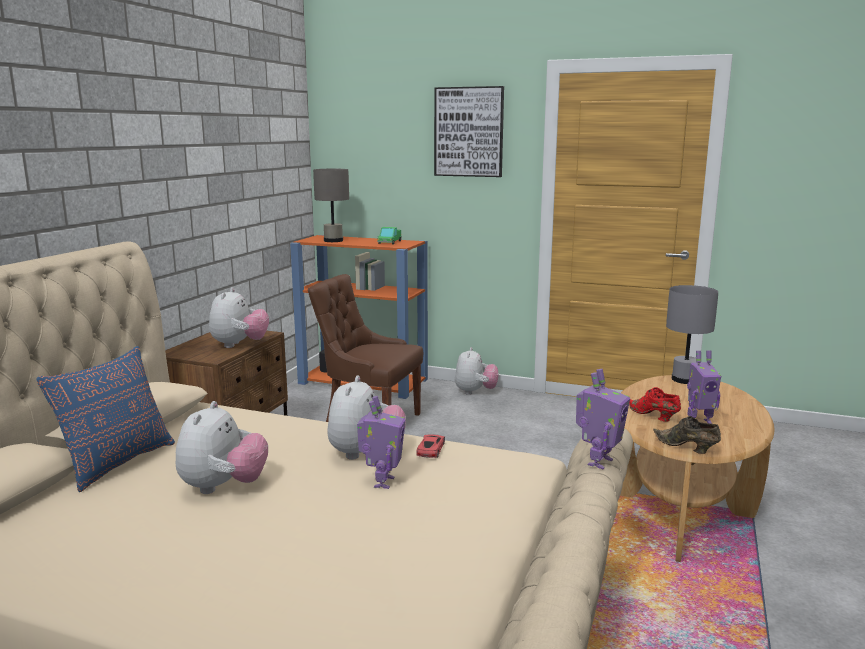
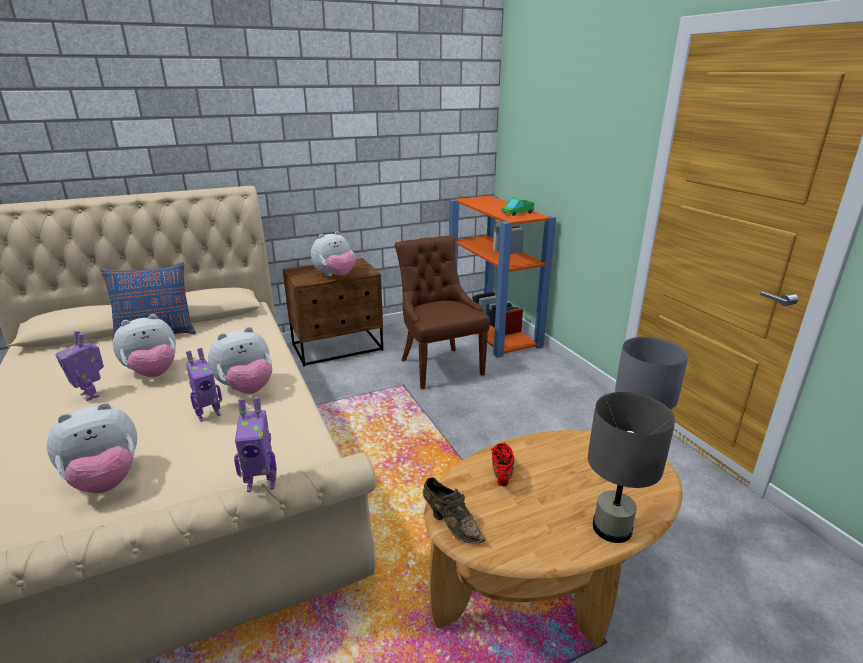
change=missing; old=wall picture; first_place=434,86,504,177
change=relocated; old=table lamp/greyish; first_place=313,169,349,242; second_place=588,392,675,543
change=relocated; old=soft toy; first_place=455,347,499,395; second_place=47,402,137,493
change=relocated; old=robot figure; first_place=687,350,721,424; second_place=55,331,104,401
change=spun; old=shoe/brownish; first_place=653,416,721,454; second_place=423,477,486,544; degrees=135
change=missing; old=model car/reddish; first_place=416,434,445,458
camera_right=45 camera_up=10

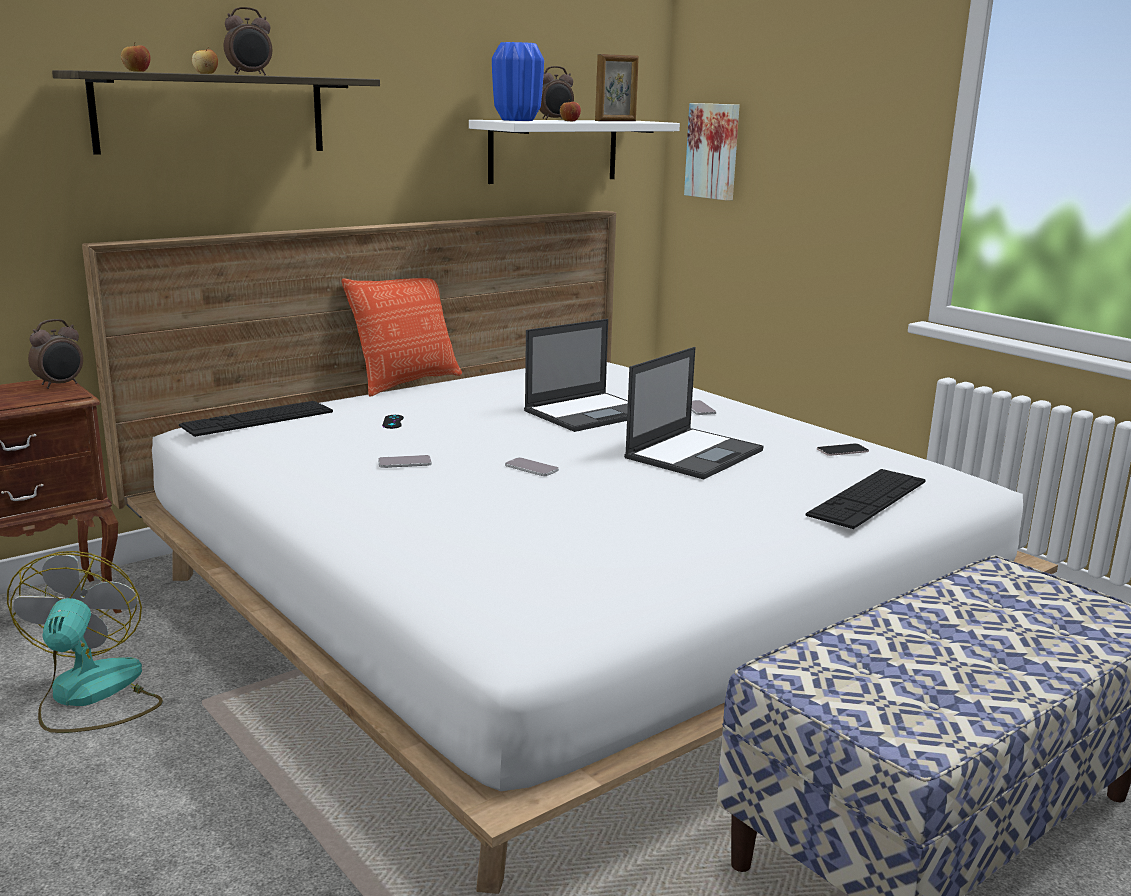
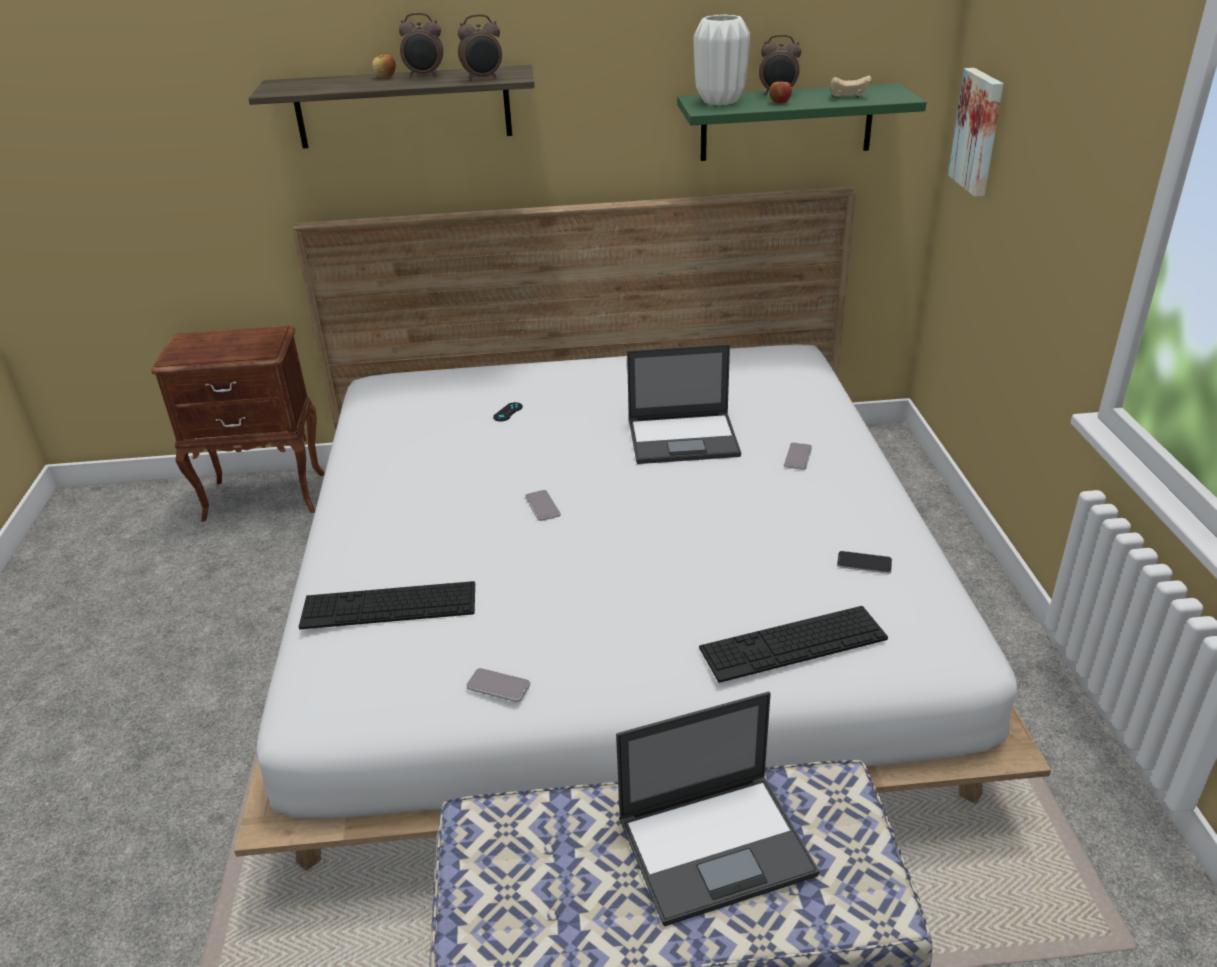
change=missing; old=apple; first_place=121,42,150,72
change=colour; old=flower vase/blue; new=flower vase/white; first_place=492,42,544,121; second_place=694,14,750,105
change=exchanged; old=picture frame; new=joypad/beige; first_place=595,54,639,121; second_place=830,75,872,98
change=colour; old=shelf/white; new=shelf/green-coloured; first_place=469,120,680,184; second_place=677,83,927,161
change=missing; old=pillow/orangey; first_place=342,278,462,397
change=relocated; old=table clock; first_place=28,319,83,389; second_place=458,14,502,81
change=relocated; old=portable computer; first_place=624,347,764,479; second_place=616,691,820,927
change=relocated; old=keyboard; first_place=179,401,333,437; second_place=299,581,475,629
change=relocated; old=handset; first_place=378,455,432,468; second_place=466,668,530,702
change=missing; old=electric fan; first_place=7,551,163,733
camera_right=35 camera_up=15

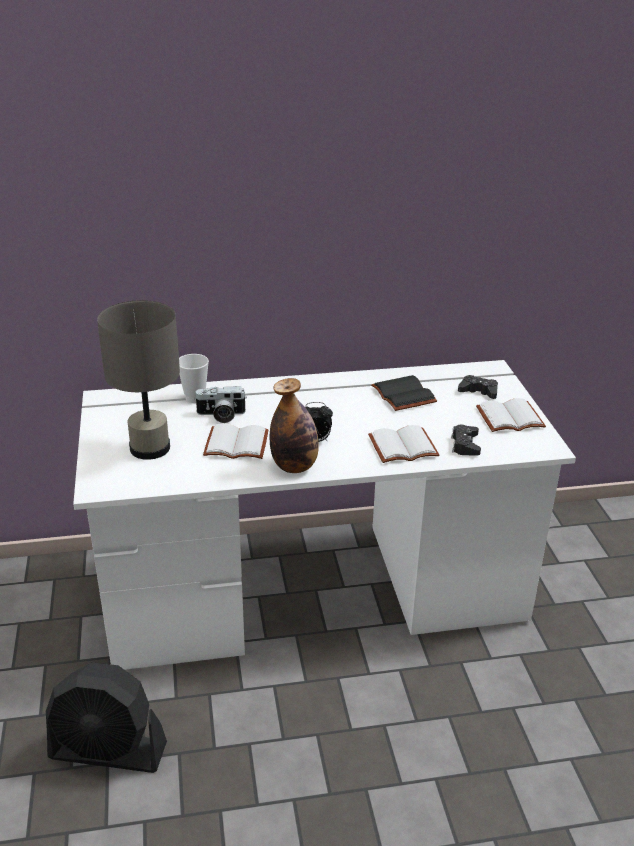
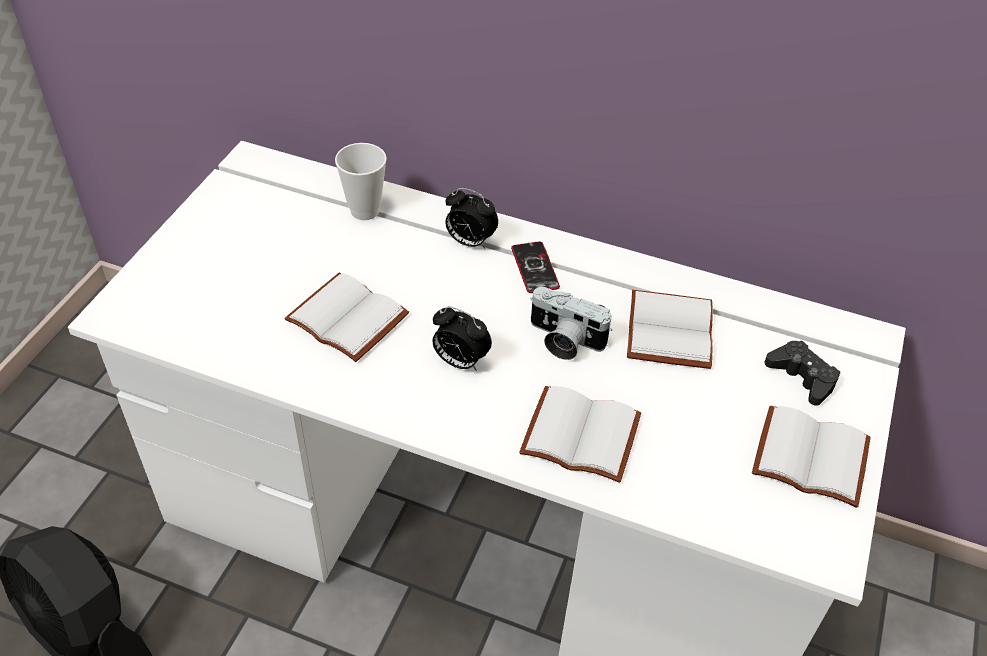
change=missing; old=table lamp/greyish; first_place=97,300,180,460
change=colour; old=volume/blackish; new=volume/white; first_place=371,375,437,411; second_place=627,290,713,369
change=missing; old=beverage bottle; first_place=270,378,319,473
change=relocated; old=photo camera; first_place=194,386,247,423; second_place=530,287,612,360
change=missing; old=joypad/blackish; first_place=451,424,481,456
change=appeared; new=table clock; second_place=445,188,498,248
change=appeared; new=handset; second_place=511,241,560,293
camera_right=30 camera_up=15

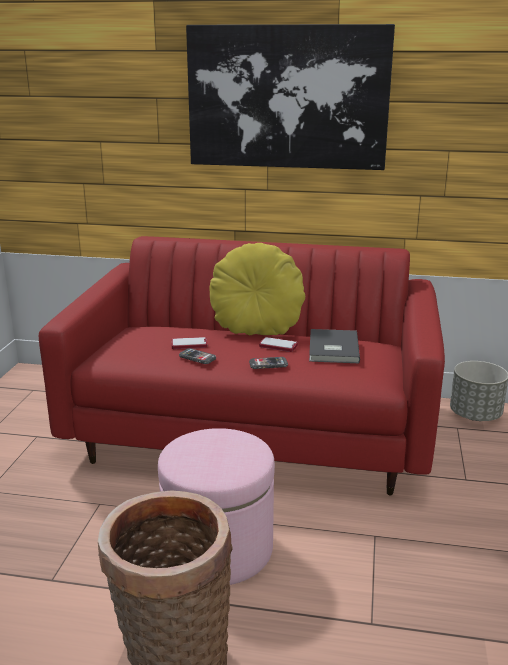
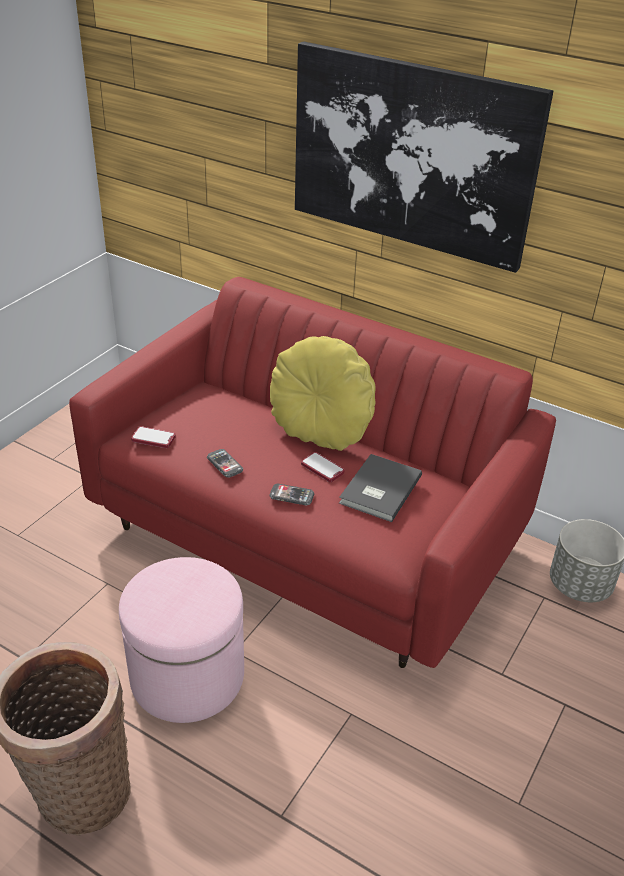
change=relocated; old=handset; first_place=171,337,207,349; second_place=131,426,176,448
camera_right=20 camera_up=15

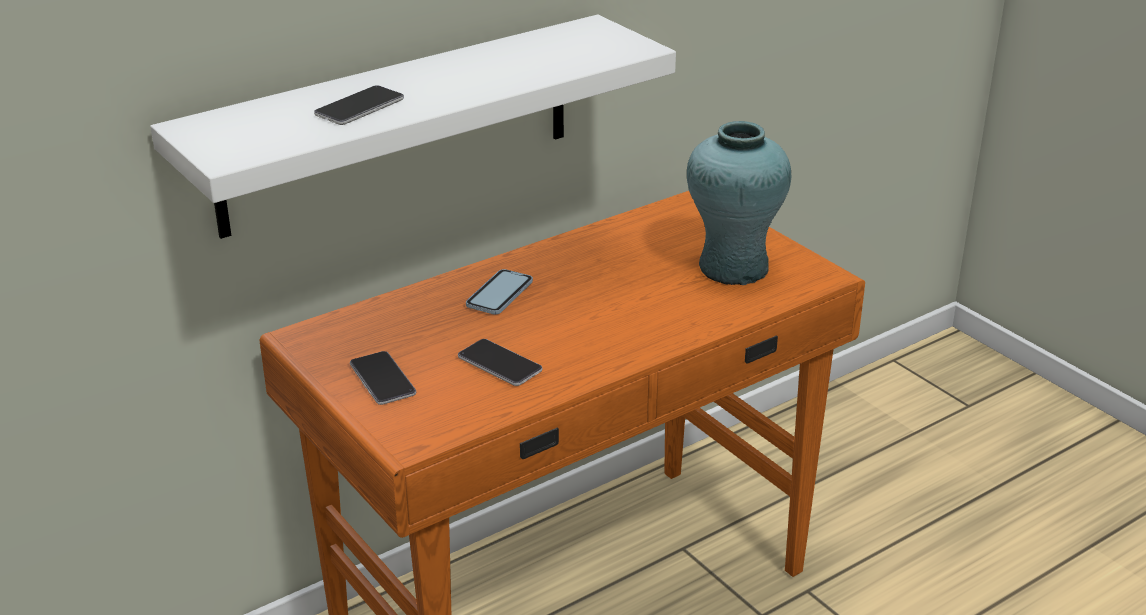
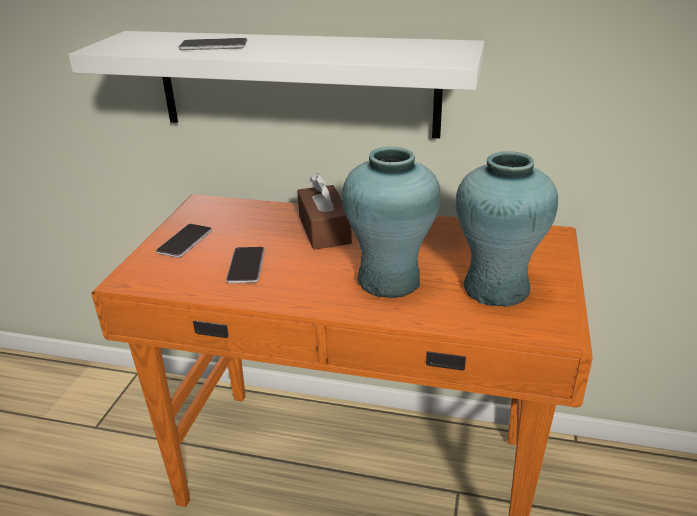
change=exchanged; old=handset; new=tissue box/brownish; first_place=466,269,533,314; second_place=297,173,352,249
change=appeared; new=flower vase/turquoise-coloured; second_place=342,147,441,298
camera_right=50 camera_up=0

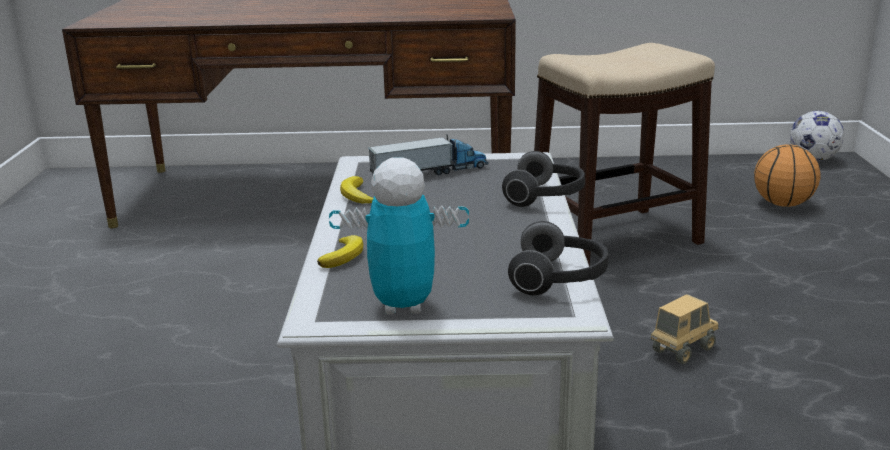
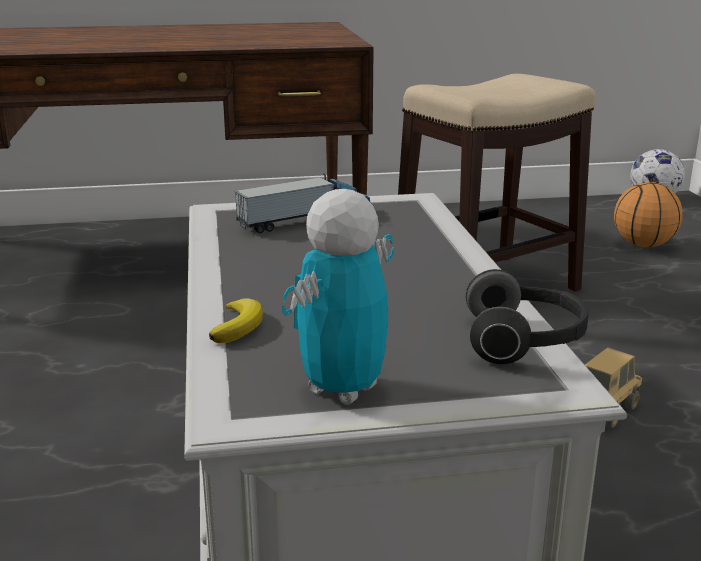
change=missing; old=headset; first_place=502,151,585,207
change=spun; old=robot figure; first_place=329,158,469,314; second_place=282,189,394,405; degrees=-45
change=missing; old=banana; first_place=340,176,373,203
camera_right=-10 camera_up=0

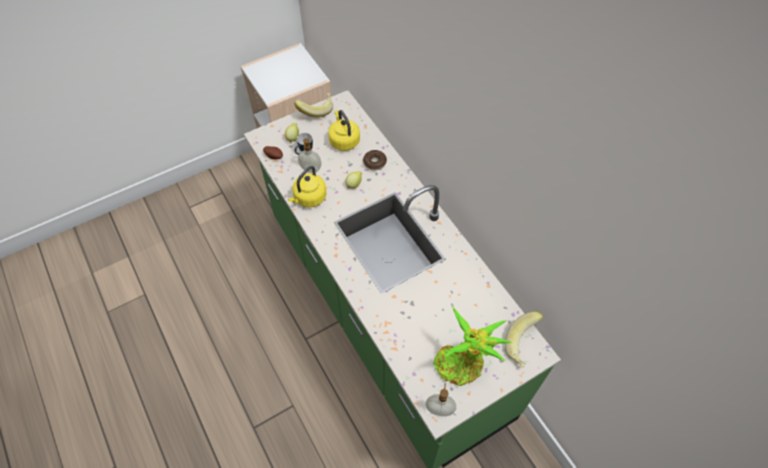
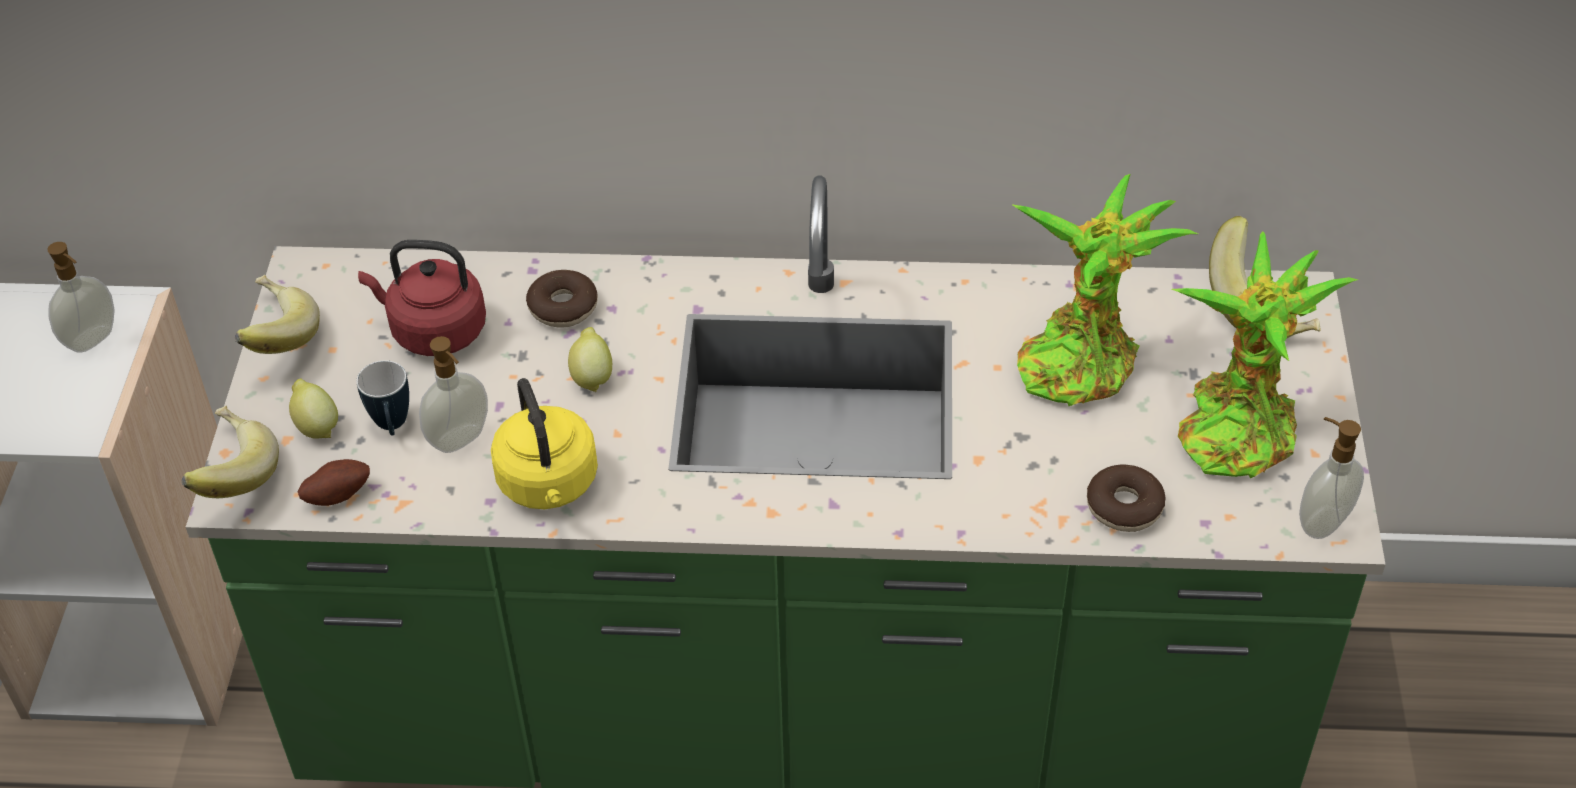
change=colour; old=water kettle/yellow-coloured; new=water kettle/reddish; first_place=328,110,360,151; second_place=358,240,486,356
change=appeared; new=plant in a pot; second_place=1011,174,1198,406
change=appeared; new=soap bottle; second_place=47,242,115,353
change=appeared; new=banana; second_place=182,406,279,498
change=appeared; new=doughnut; second_place=1087,465,1166,532
camera_right=-55 camera_up=-10

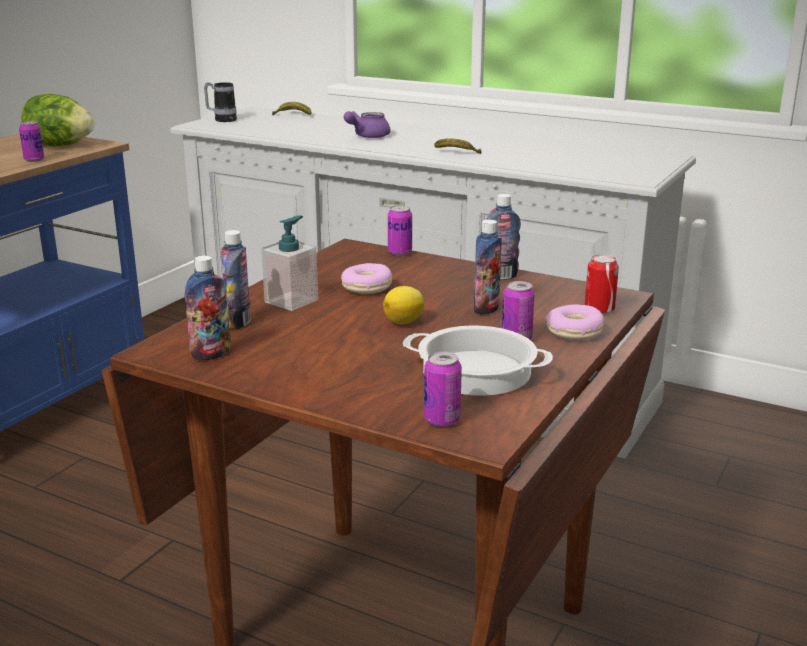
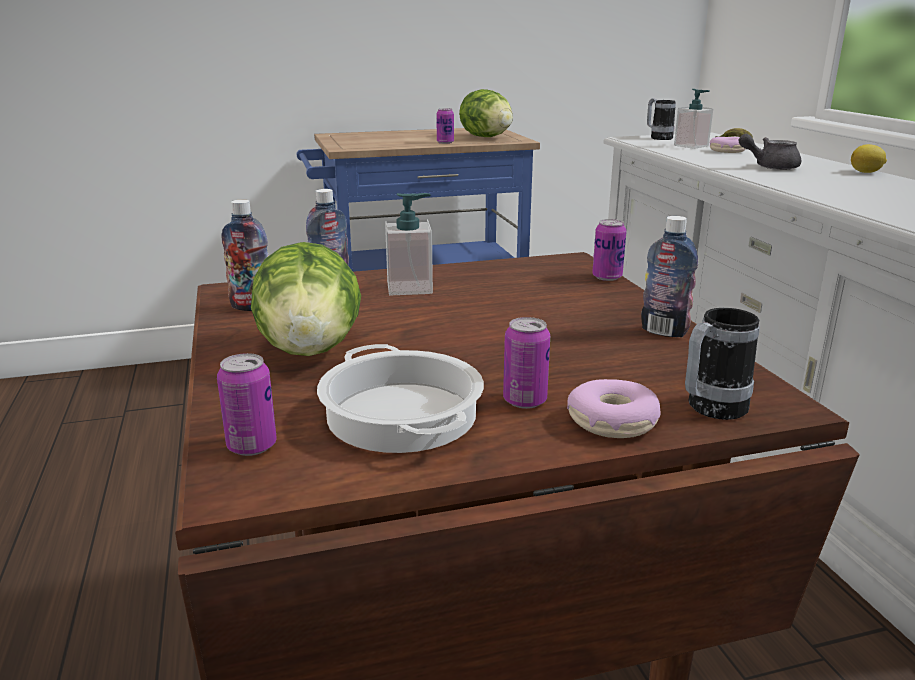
change=colour; old=teapot/purple; new=teapot/greyish; first_place=344,111,391,138; second_place=738,134,801,170
change=missing; old=banana; first_place=434,138,482,154
change=missing; old=beverage bottle; first_place=474,220,502,315
change=exchanged; old=sealed can; new=coffee mug; first_place=585,254,619,314; second_place=685,308,760,420
change=relocated; old=doughnut; first_place=341,263,393,294; second_place=710,137,745,153
change=relocated; old=lemon; first_place=383,286,424,324; second_place=851,144,887,173
change=appeared; new=soap bottle; second_place=674,89,713,149
change=appeared; new=lettuce; second_place=251,242,361,356
camera_right=45 camera_up=0

